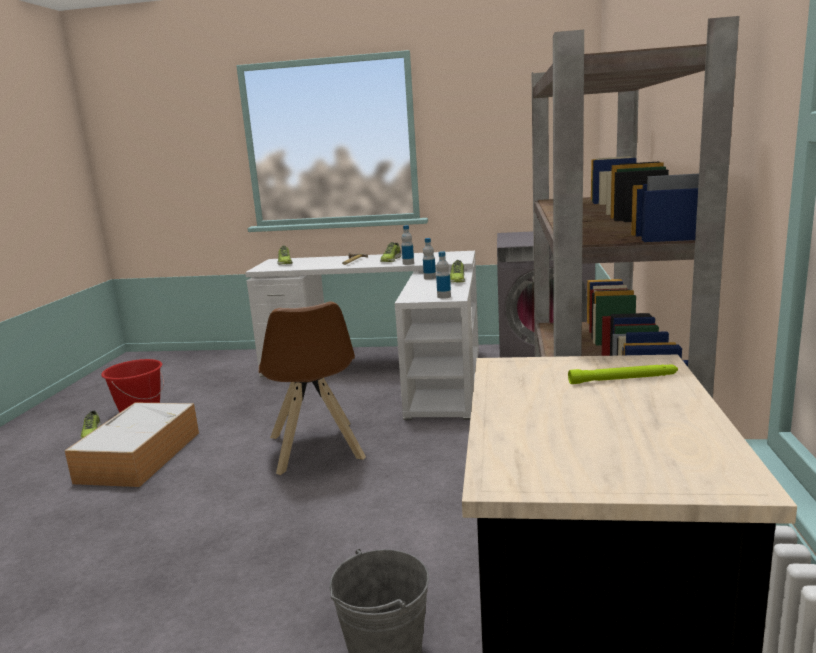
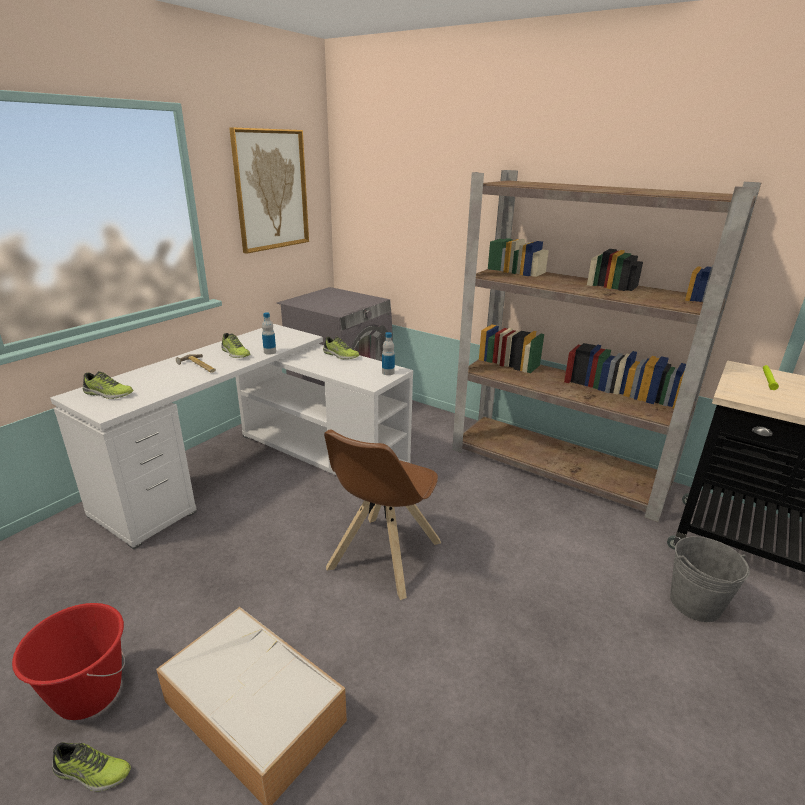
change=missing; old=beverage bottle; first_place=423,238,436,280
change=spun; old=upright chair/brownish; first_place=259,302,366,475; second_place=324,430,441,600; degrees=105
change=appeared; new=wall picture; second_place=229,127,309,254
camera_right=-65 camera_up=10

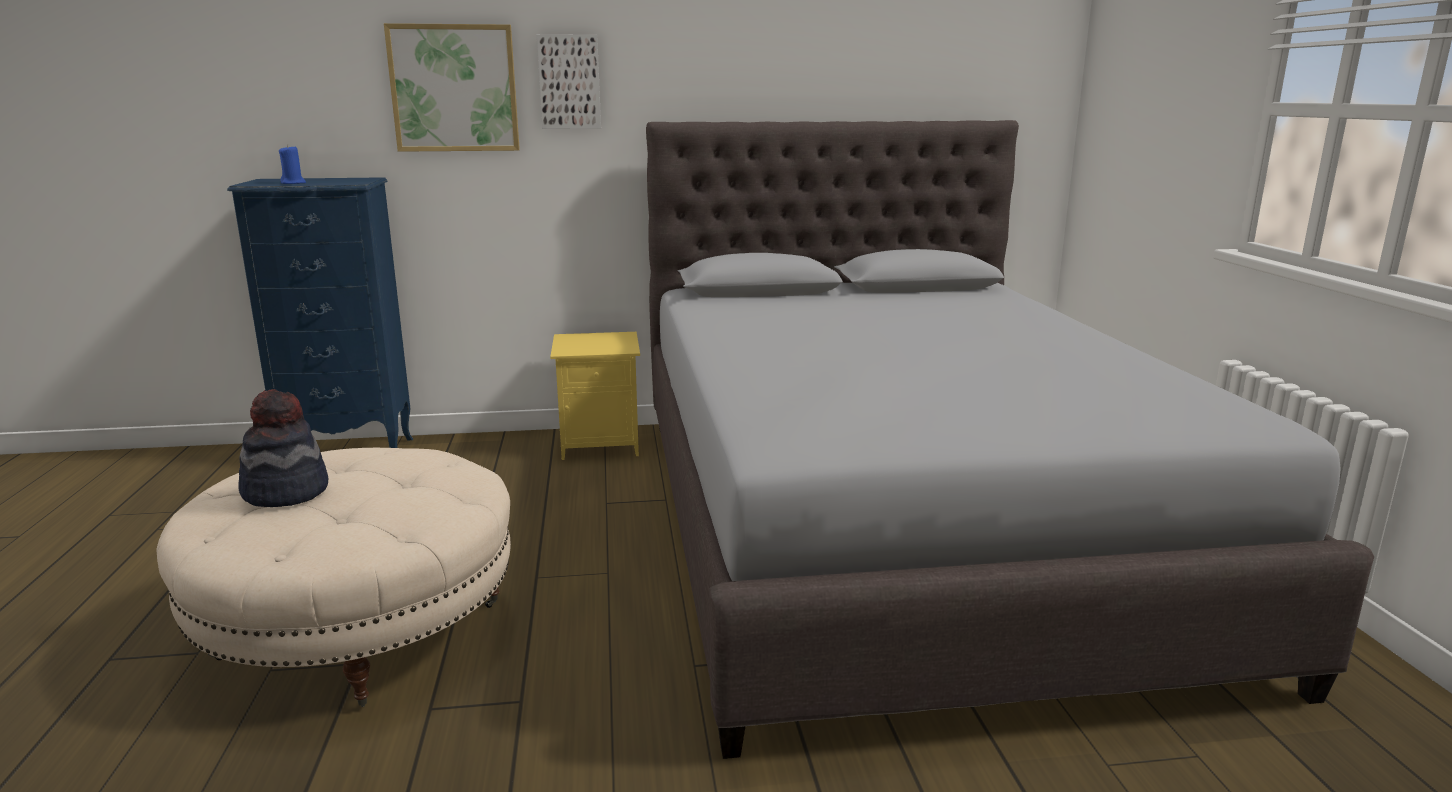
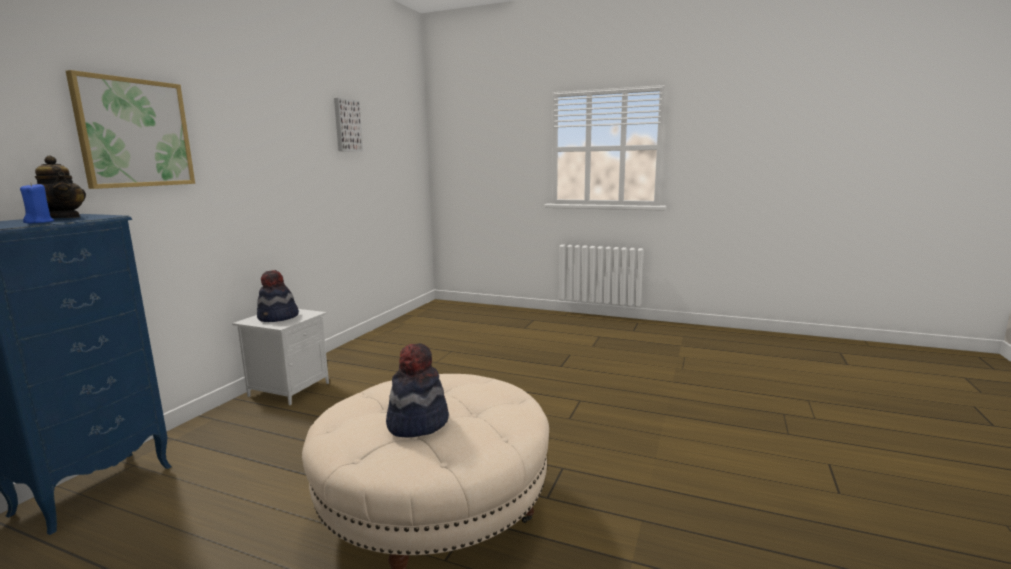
change=relocated; old=wall picture; first_place=537,34,601,129; second_place=334,98,363,152
change=missing; old=bedroom bed/greyish; first_place=646,120,1374,759
change=colour; old=bedside table/yellow-coloured; new=bedside table/greyish; first_place=550,332,640,460; second_place=232,309,329,405
change=appeared; new=teapot; second_place=35,156,86,218
change=appeared; new=wearable hat; second_place=257,270,299,322
camera_right=-60 camera_up=-5

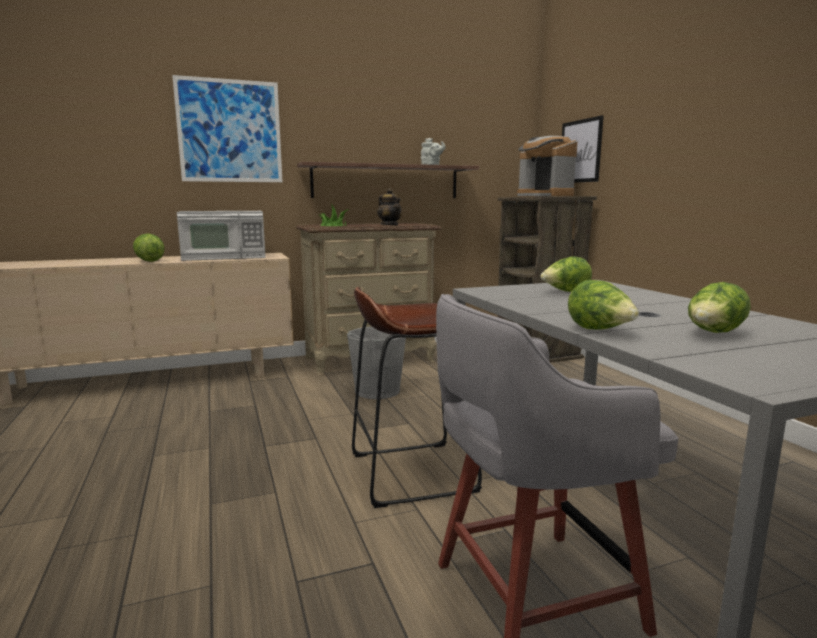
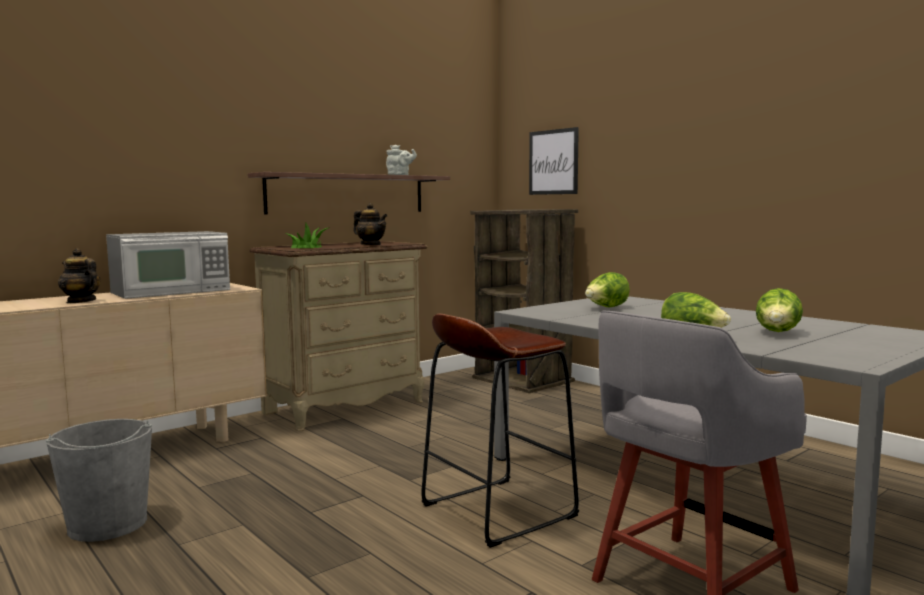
change=missing; old=wall picture; first_place=172,75,282,182
change=missing; old=coffee maker; first_place=517,136,578,196
change=exchanged; old=lettuce; new=teapot; first_place=133,233,165,262; second_place=58,248,100,303
change=relocated; old=water bucket/greyish; first_place=347,327,406,399; second_place=46,419,152,542
camera_right=-20 camera_up=-5

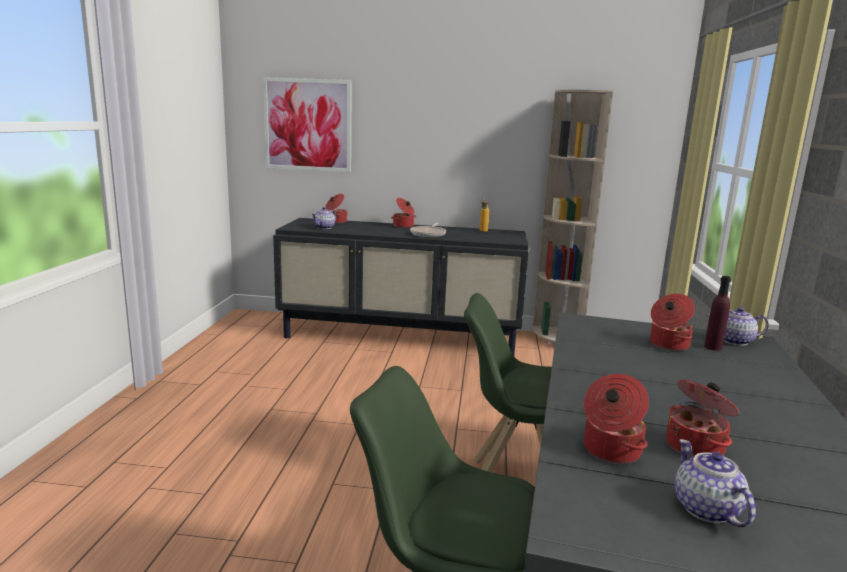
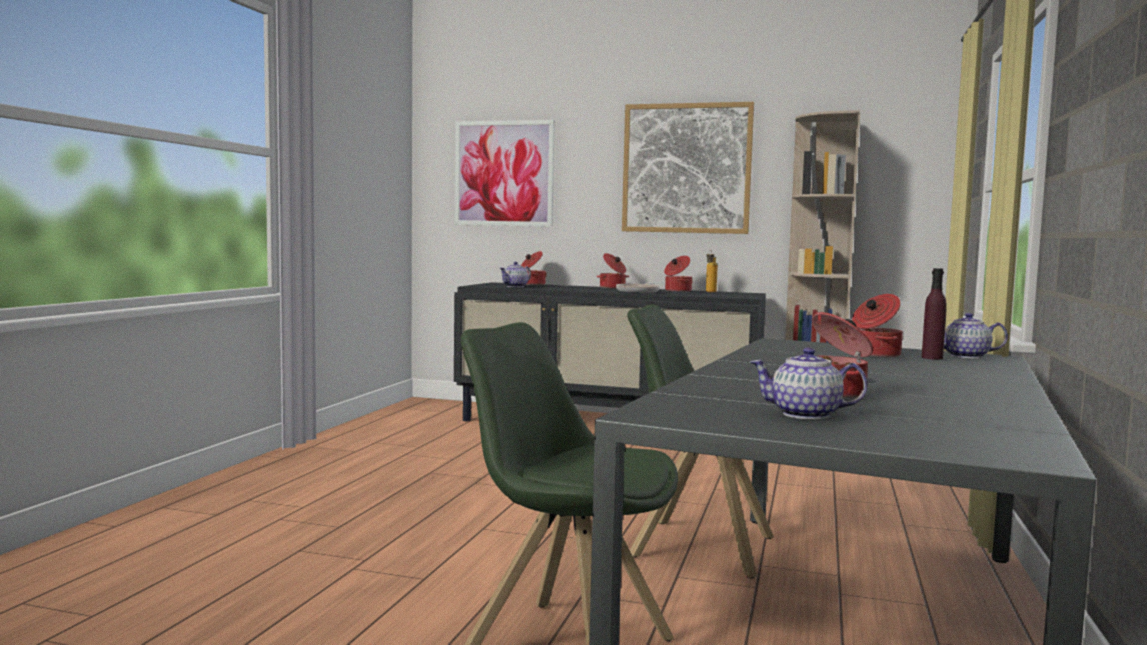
change=relocated; old=stockpot; first_place=584,374,649,464; second_place=664,256,693,292
change=spun; old=teapot; first_place=675,439,756,527; second_place=750,347,868,420; degrees=-75
change=appeared; new=wall picture; second_place=622,102,754,234
camera_right=10 camera_up=-10

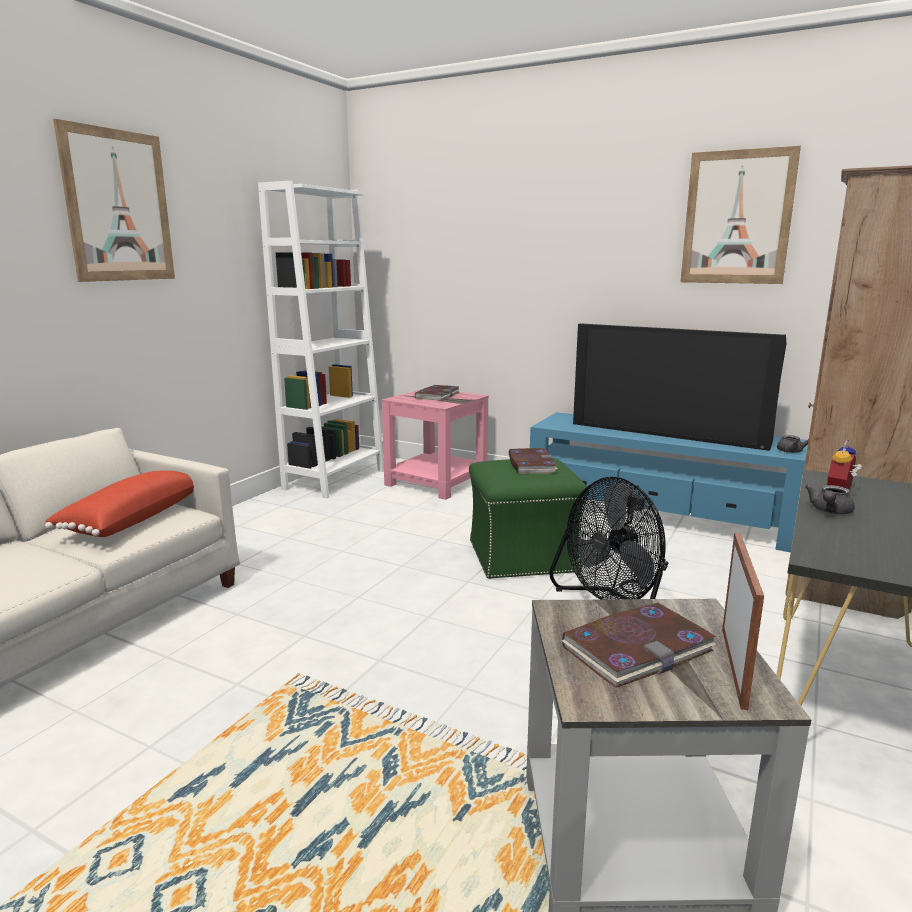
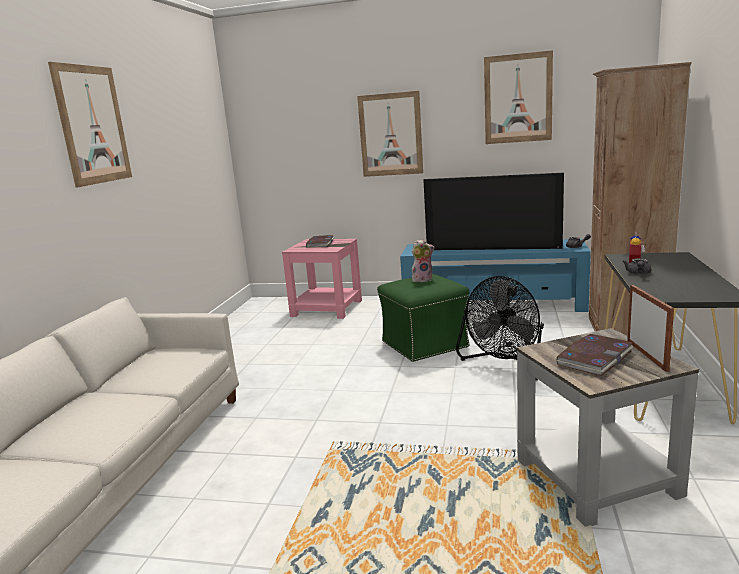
change=missing; old=bookcase/white; first_place=258,181,384,499
change=exchanged; old=volume; new=soft toy; first_place=508,448,557,474; second_place=412,239,435,282
change=missing; old=pillow/reddish; first_place=45,471,194,537
change=appeared; new=wall picture; second_place=357,91,423,177
camera_right=-15 camera_up=0

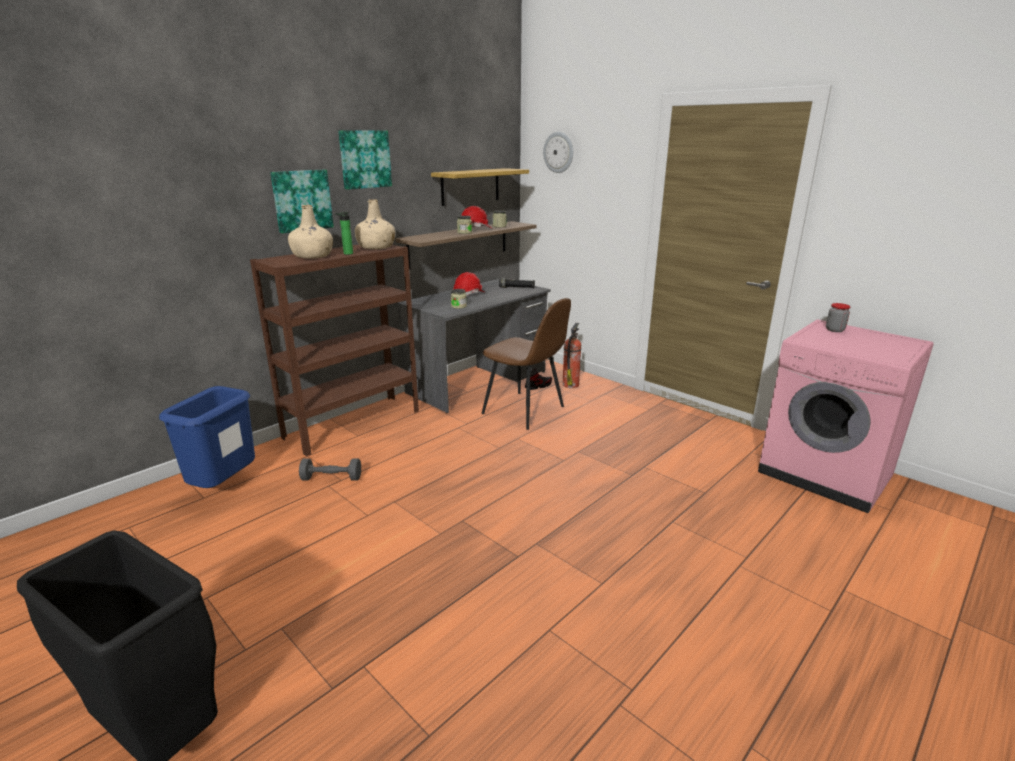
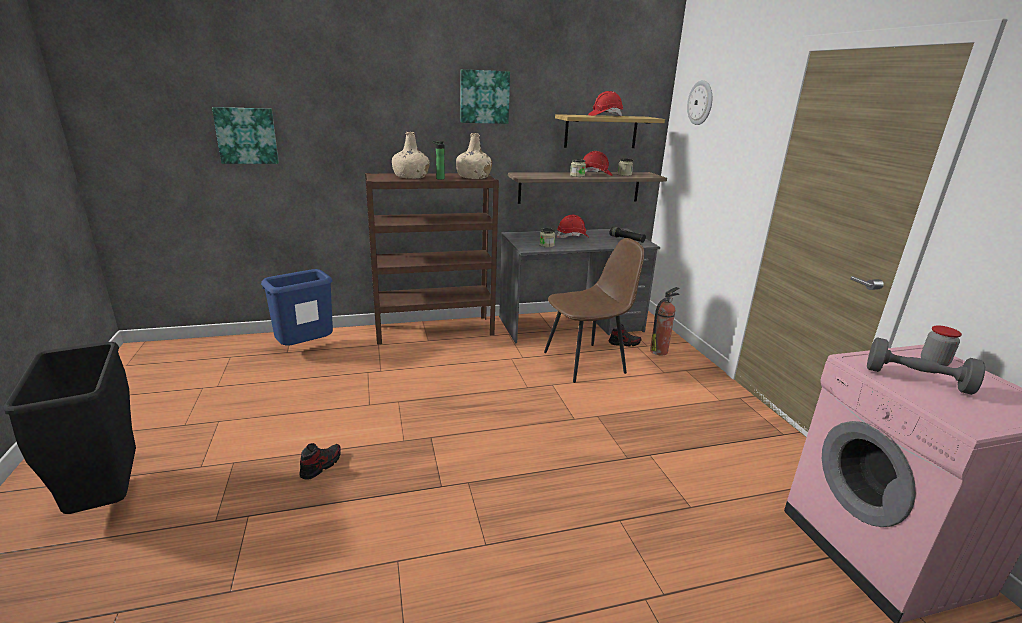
change=relocated; old=wall picture; first_place=270,170,334,234; second_place=212,107,279,164
change=spun; old=upright chair/brownish; first_place=481,298,571,430; second_place=544,238,644,383; degrees=-90
change=relocated; old=free weight/greyish; first_place=299,458,361,480; second_place=867,337,985,395
change=appeared; new=work helmet/reddish; second_place=588,91,623,116
change=appeared; new=shoe; second_place=300,443,341,480
camera_right=30 camera_up=0

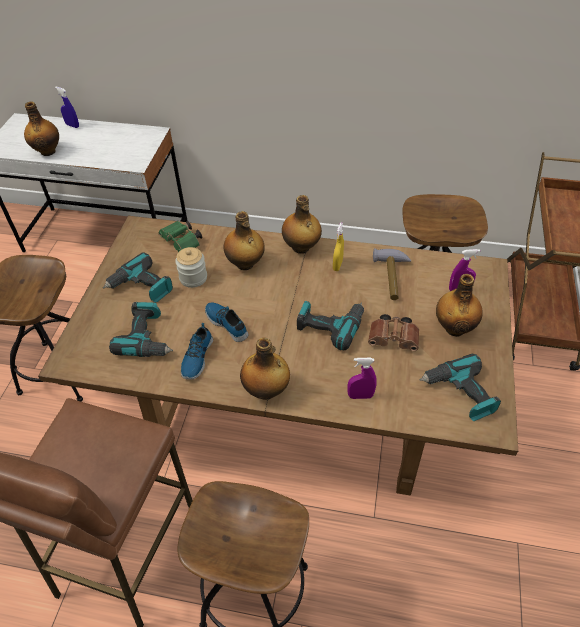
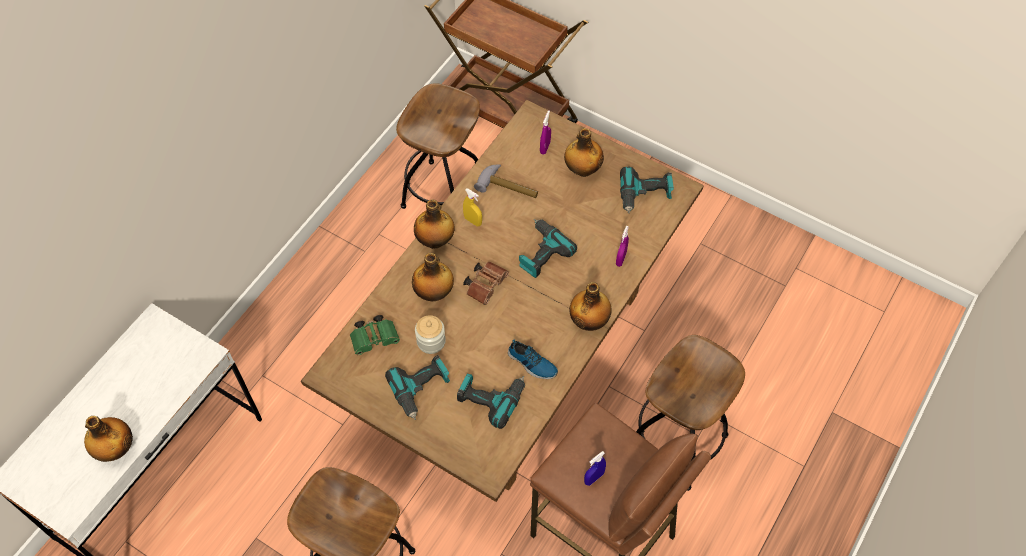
change=relocated; old=sprayer/blue; first_place=55,87,79,128; second_place=584,451,606,486
change=missing; old=shoe; first_place=205,302,249,342
change=relocated; old=field glasses/brownish; first_place=368,314,419,351; second_place=463,262,509,305
camera_right=-70 camera_up=10

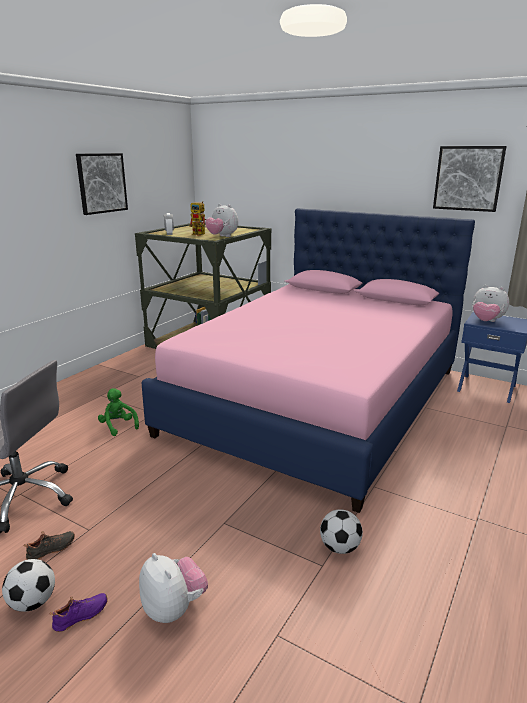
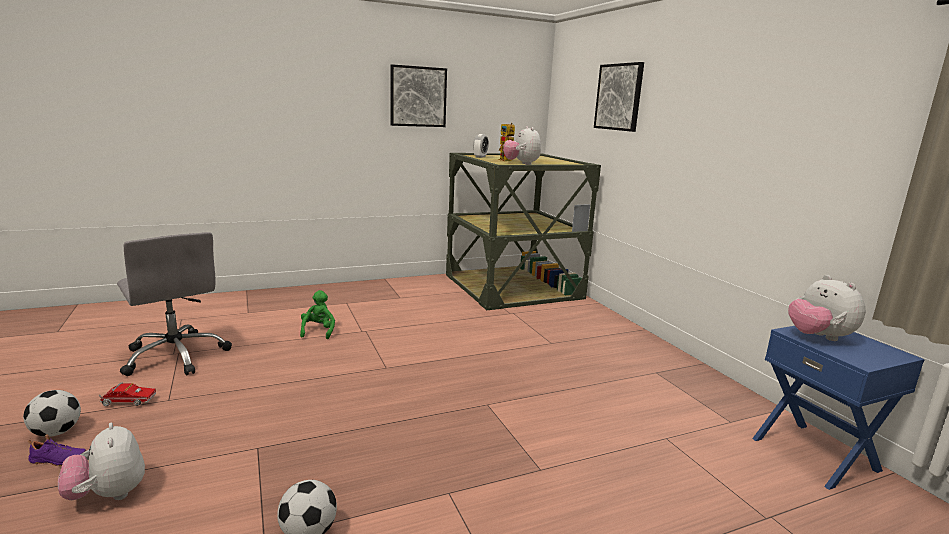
change=relocated; old=wall picture; first_place=433,146,506,212; second_place=594,62,644,132
change=missing; old=bedroom bed/pink; first_place=142,208,475,513
change=exchanged; old=shoe/blackish; new=toy lorry; first_place=24,531,75,560; second_place=99,382,156,406
change=spun; old=soft toy; first_place=139,553,208,623; second_place=58,423,145,500; degrees=150
camera_right=35 camera_up=-5

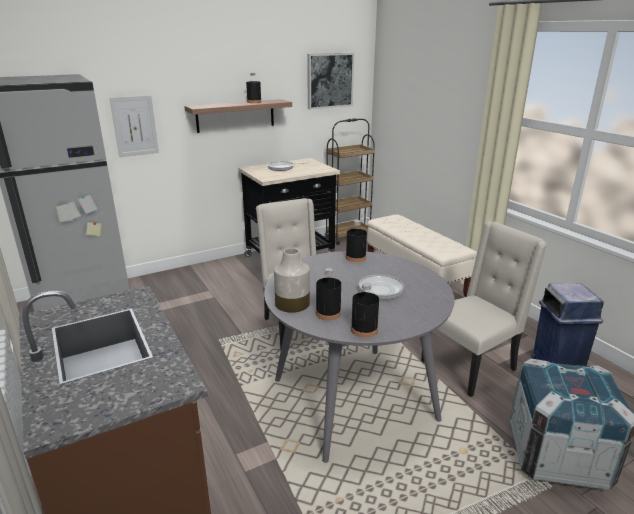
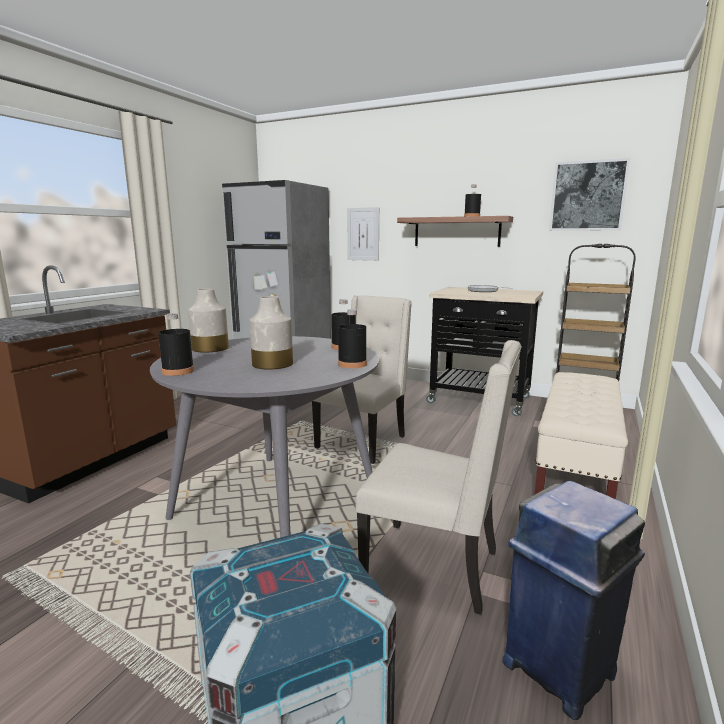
change=relocated; old=beverage bottle/blackish; first_place=316,268,341,320; second_place=338,309,367,368
change=exchanged; old=pan; new=flower vase/beige; first_place=359,275,404,300; second_place=249,296,293,370
camera_right=55 camera_up=-10

